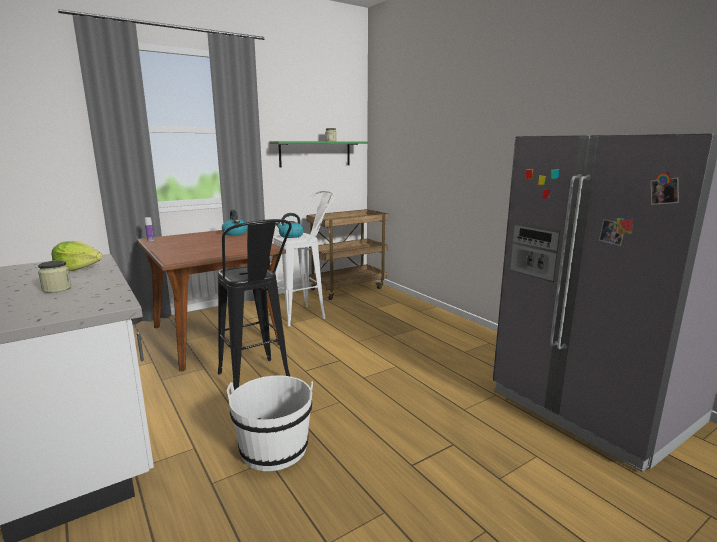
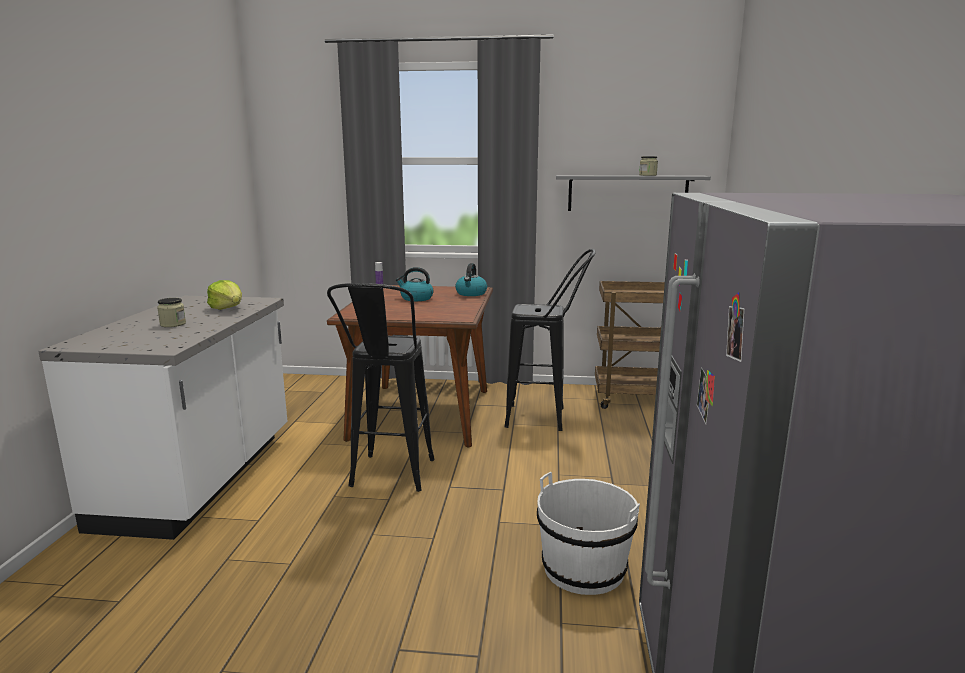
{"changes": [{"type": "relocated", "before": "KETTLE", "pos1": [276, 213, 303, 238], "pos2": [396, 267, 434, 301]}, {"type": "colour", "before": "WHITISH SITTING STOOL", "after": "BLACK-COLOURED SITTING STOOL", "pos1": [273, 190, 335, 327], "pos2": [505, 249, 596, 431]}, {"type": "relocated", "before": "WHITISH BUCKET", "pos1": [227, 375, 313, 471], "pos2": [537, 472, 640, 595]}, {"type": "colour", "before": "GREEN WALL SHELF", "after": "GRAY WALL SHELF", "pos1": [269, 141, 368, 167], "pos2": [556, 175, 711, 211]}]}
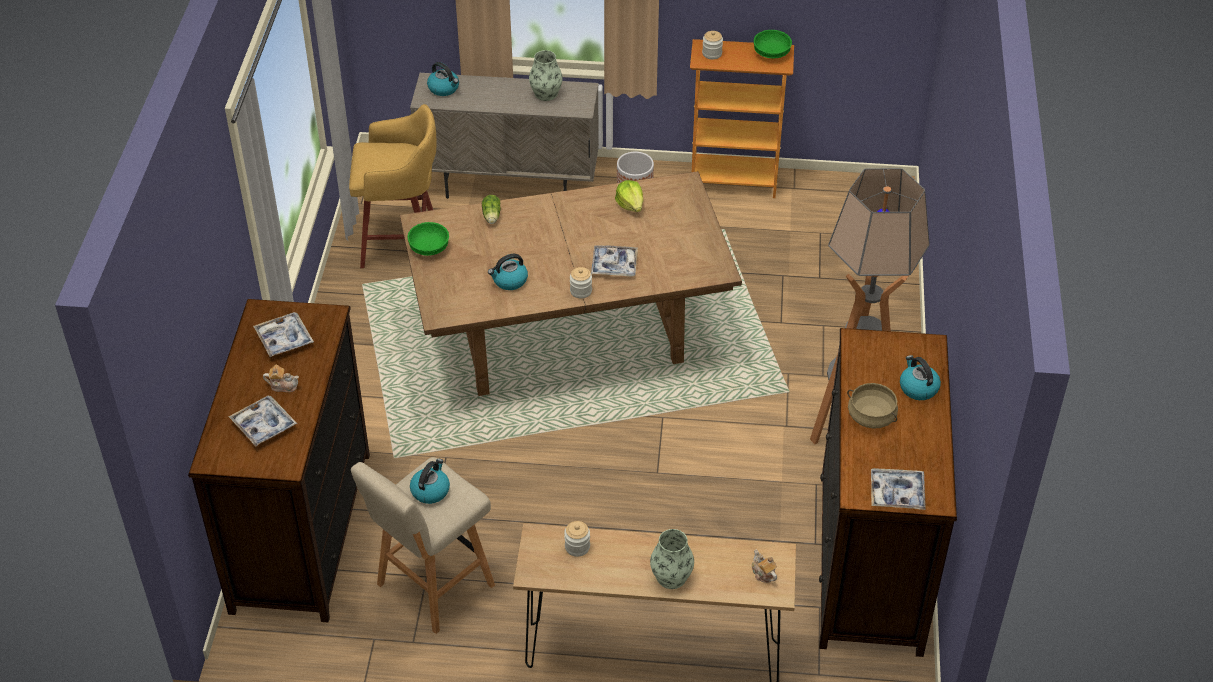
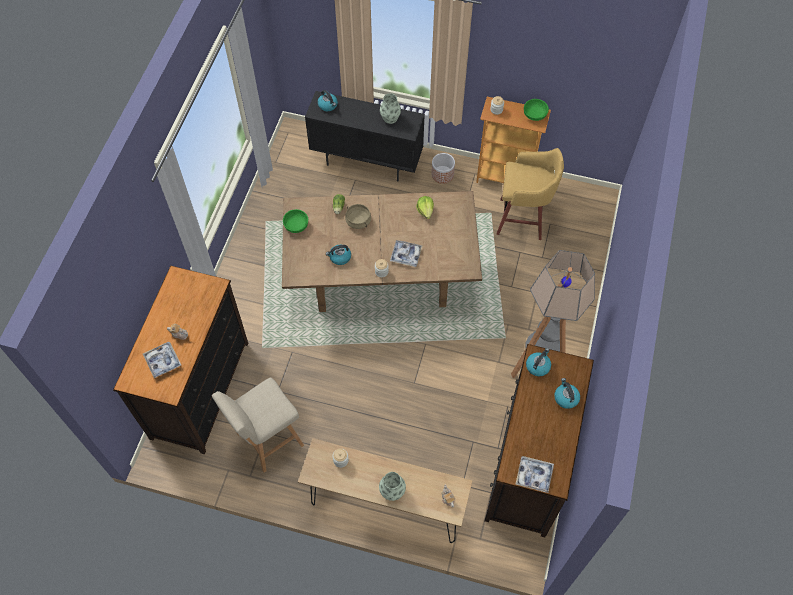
{"changes": [{"type": "colour", "before": "SAND-COLOURED CUPBOARD", "after": "BLACK-COLOURED CUPBOARD", "pos1": [410, 73, 599, 199], "pos2": [305, 91, 425, 182]}, {"type": "relocated", "before": "SAND-COLOURED COOKING POT", "pos1": [847, 383, 898, 429], "pos2": [345, 204, 371, 229]}, {"type": "relocated", "before": "YELLOWISH SITTING STOOL", "pos1": [349, 104, 436, 268], "pos2": [496, 148, 564, 240]}, {"type": "relocated", "before": "KETTLE", "pos1": [410, 459, 450, 504], "pos2": [526, 348, 551, 376]}, {"type": "missing", "before": "TRAY", "pos1": [253, 312, 314, 357]}]}
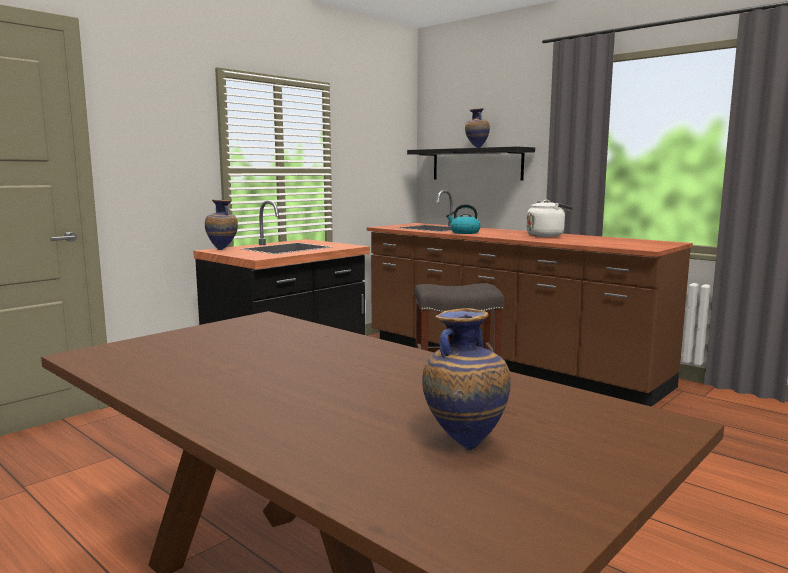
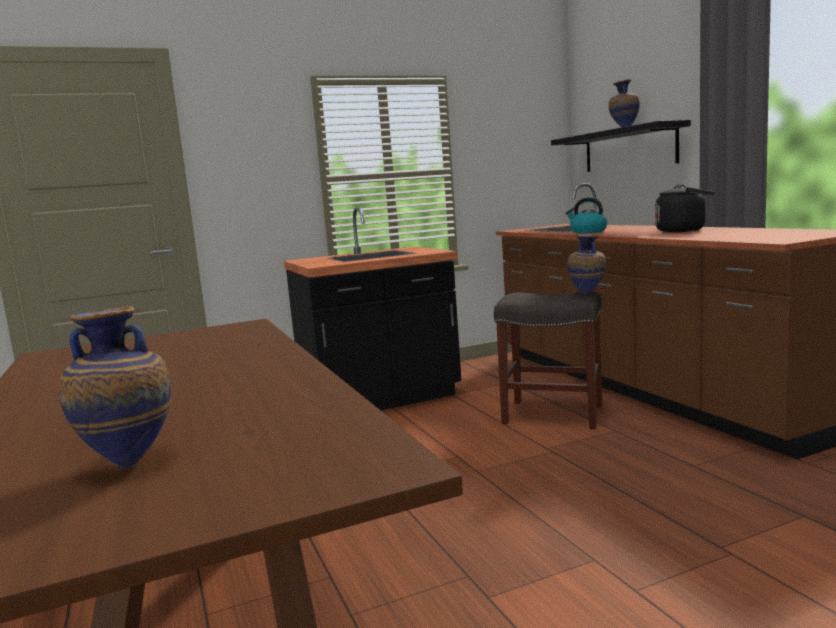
{"changes": [{"type": "relocated", "before": "DECORATIVE VASE", "pos1": [205, 199, 238, 250], "pos2": [567, 235, 606, 294]}, {"type": "colour", "before": "WHITISH KETTLE", "after": "BLACK-COLOURED KETTLE", "pos1": [526, 200, 573, 237], "pos2": [655, 184, 714, 232]}]}
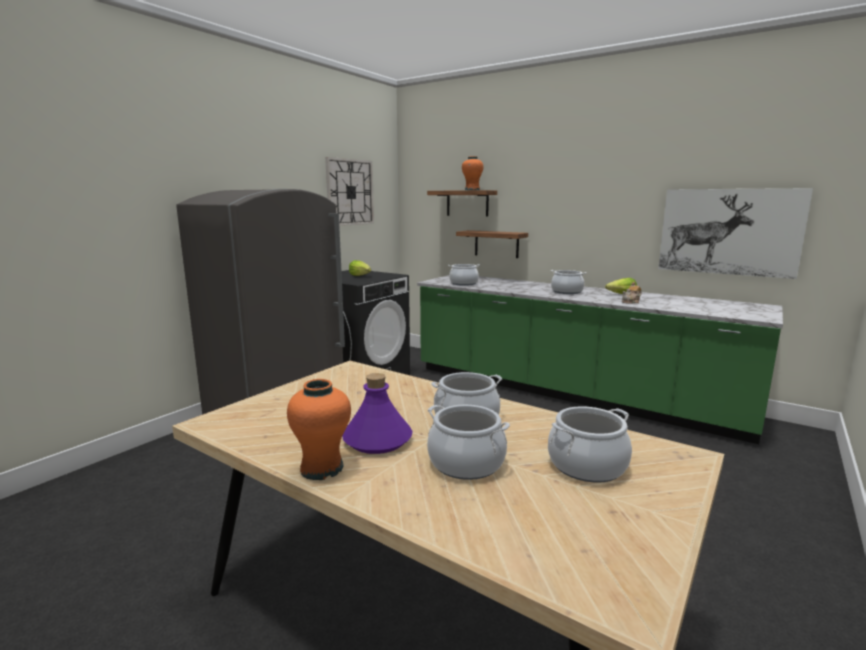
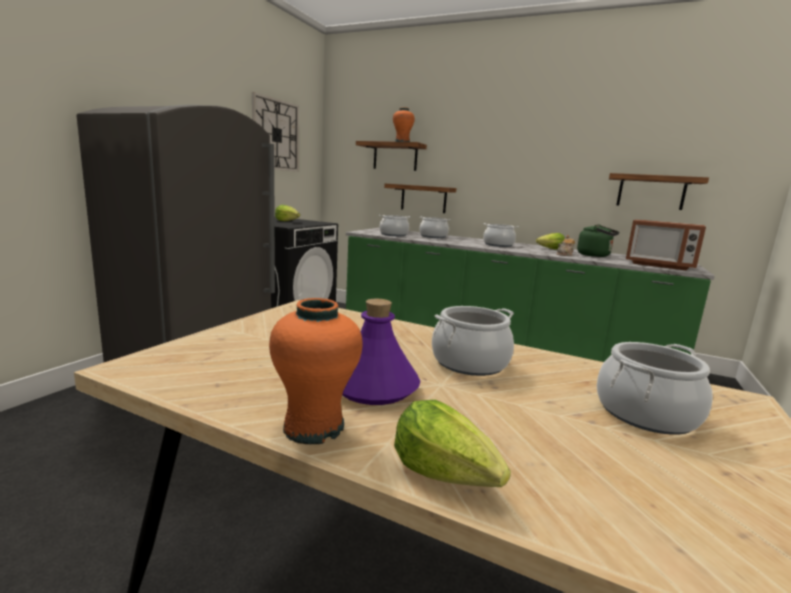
{"changes": [{"type": "appeared", "after": "HEAD OF LETTUCE", "pos2": [394, 400, 511, 487]}, {"type": "relocated", "before": "COOKING POT", "pos1": [427, 405, 510, 480], "pos2": [419, 216, 451, 238]}, {"type": "appeared", "after": "GREEN KETTLE", "pos2": [577, 224, 619, 257]}, {"type": "exchanged", "before": "PICTURE", "after": "WALL SHELF", "pos1": [658, 188, 813, 279], "pos2": [609, 173, 709, 210]}, {"type": "appeared", "after": "MICROWAVE", "pos2": [626, 219, 706, 270]}]}
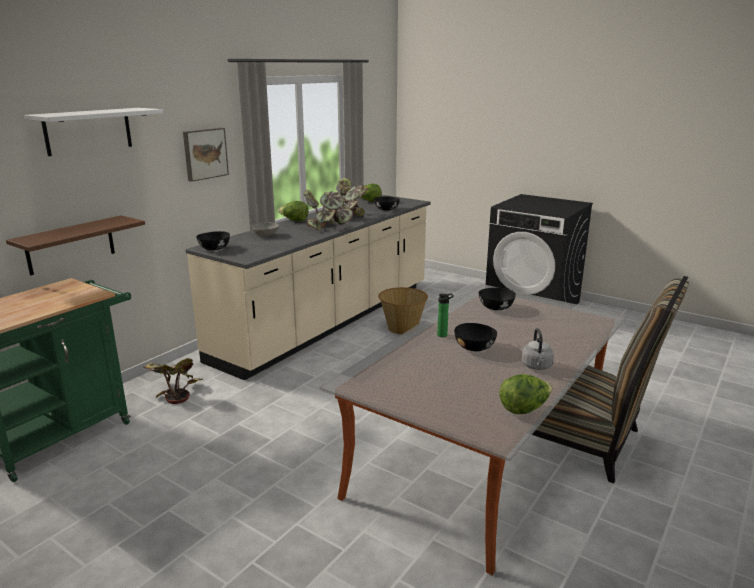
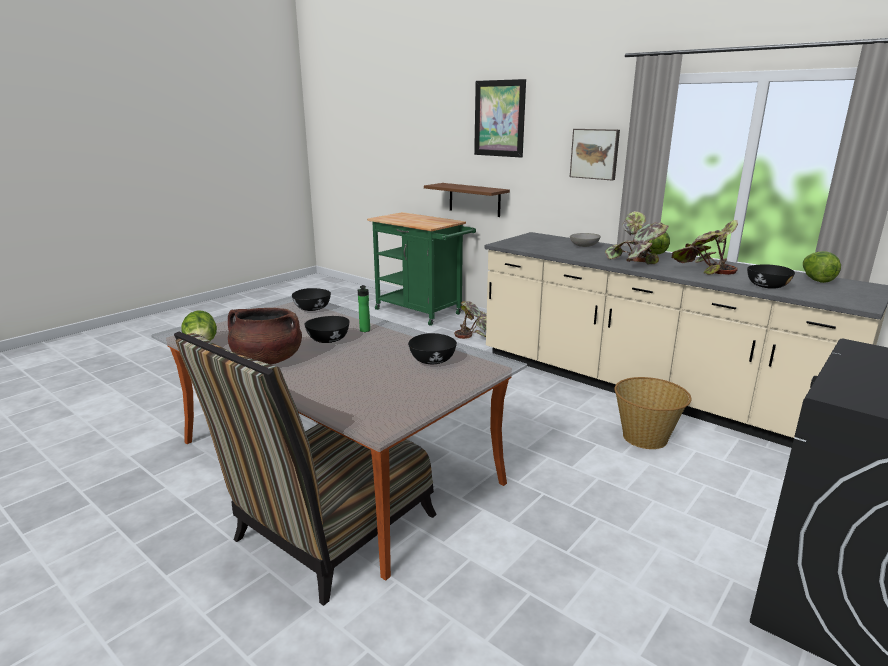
{"changes": [{"type": "exchanged", "before": "GRAY KETTLE", "after": "BROWNISH COOKING POT", "pos1": [521, 328, 554, 370], "pos2": [228, 308, 302, 365]}, {"type": "relocated", "before": "BLACK-COLOURED BOWL", "pos1": [196, 231, 230, 250], "pos2": [292, 288, 331, 311]}, {"type": "exchanged", "before": "WHITISH WALL SHELF", "after": "PICTURE", "pos1": [24, 108, 164, 156], "pos2": [474, 79, 526, 158]}]}
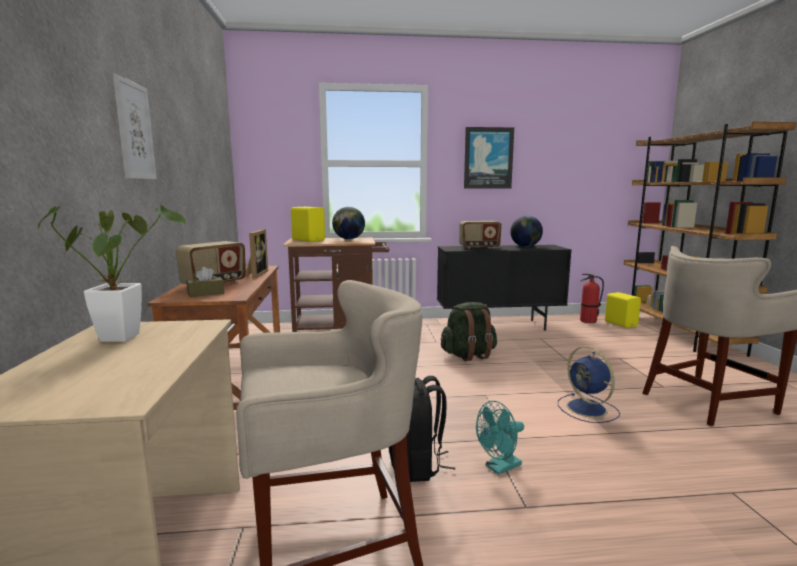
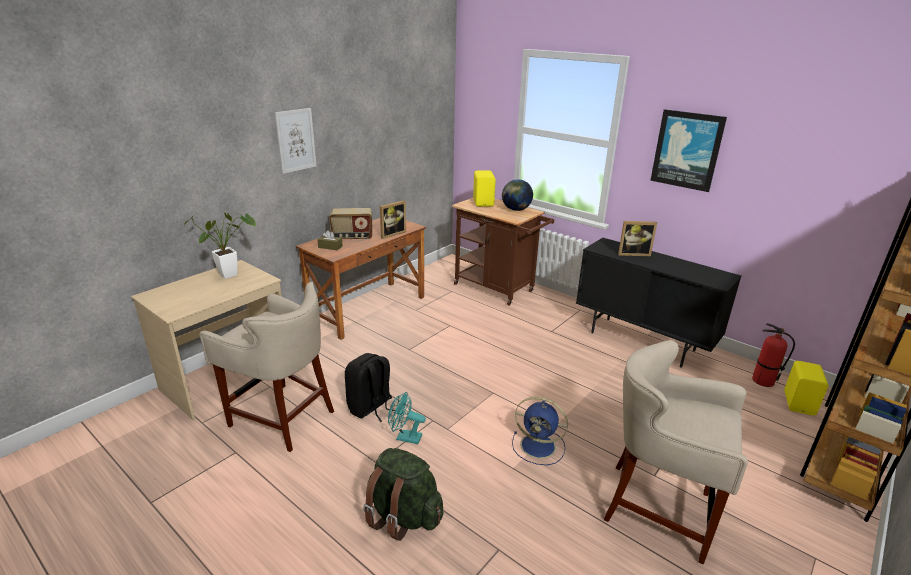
{"changes": [{"type": "relocated", "before": "GREEN RUCKSACK", "pos1": [440, 302, 497, 361], "pos2": [363, 448, 443, 541]}, {"type": "spun", "before": "BLUE-COLOURED COOLING FAN", "pos1": [558, 346, 620, 423], "pos2": [512, 397, 568, 465], "turn": -90}, {"type": "exchanged", "before": "RADIO RECEIVER", "after": "PHOTO FRAME", "pos1": [459, 221, 502, 249], "pos2": [618, 221, 657, 256]}, {"type": "missing", "before": "GLOBE", "pos1": [510, 216, 543, 247]}]}
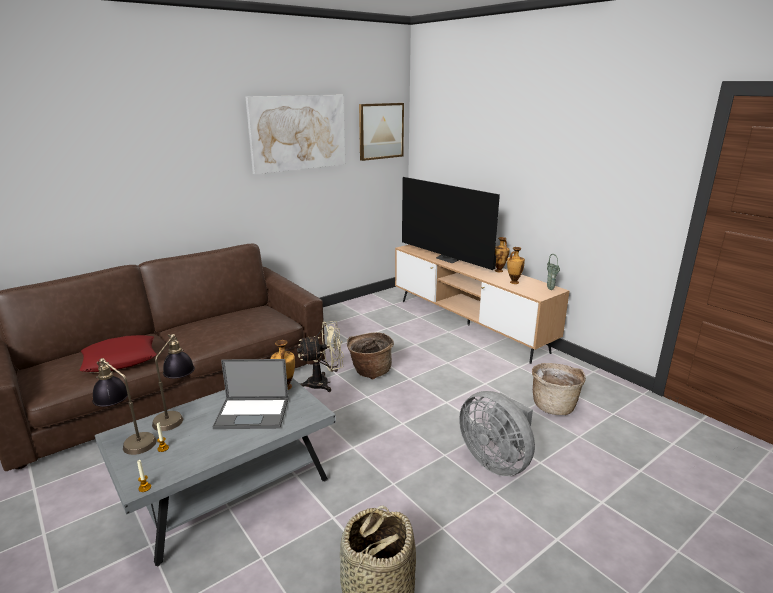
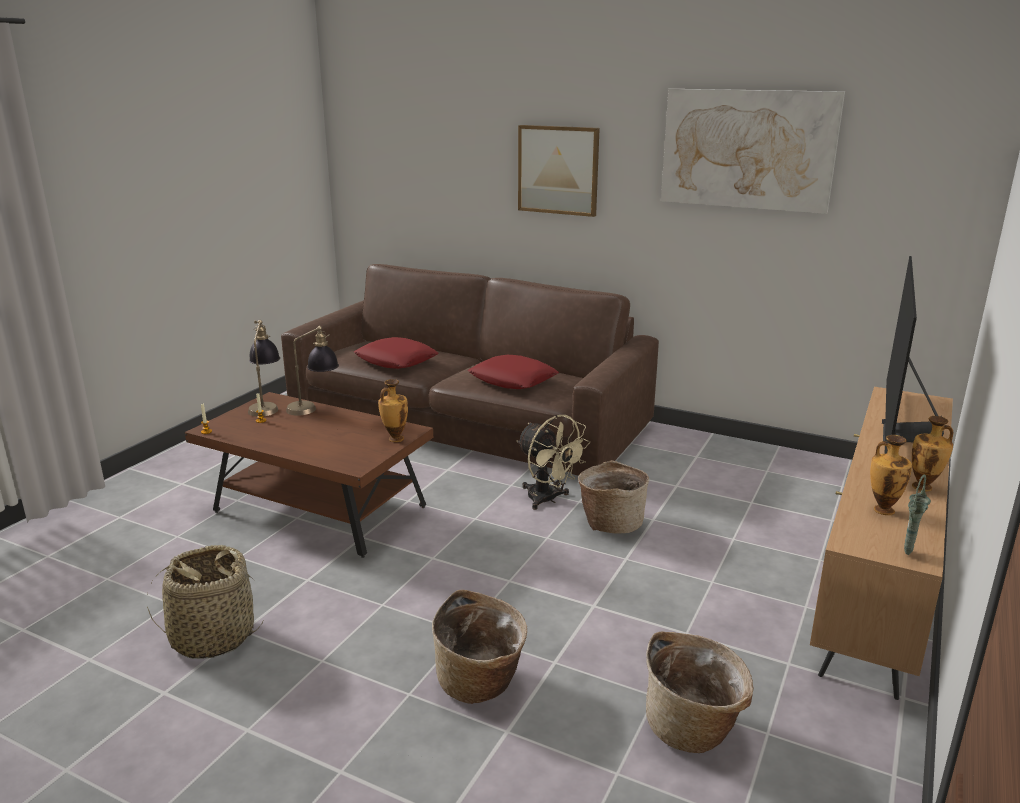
{"changes": [{"type": "colour", "before": "GRAY LOUNGE TABLE", "after": "BROWNISH LOUNGE TABLE", "pos1": [95, 378, 336, 566], "pos2": [185, 392, 433, 558]}, {"type": "exchanged", "before": "GRAY COOLING FAN", "after": "STORAGE BASKET", "pos1": [459, 391, 535, 476], "pos2": [432, 590, 527, 704]}, {"type": "appeared", "after": "RED-COLOURED PILLOW", "pos2": [468, 355, 559, 389]}, {"type": "relocated", "before": "PICTURE", "pos1": [359, 103, 404, 161], "pos2": [518, 125, 600, 217]}, {"type": "missing", "before": "PORTABLE COMPUTER", "pos1": [212, 359, 289, 429]}]}
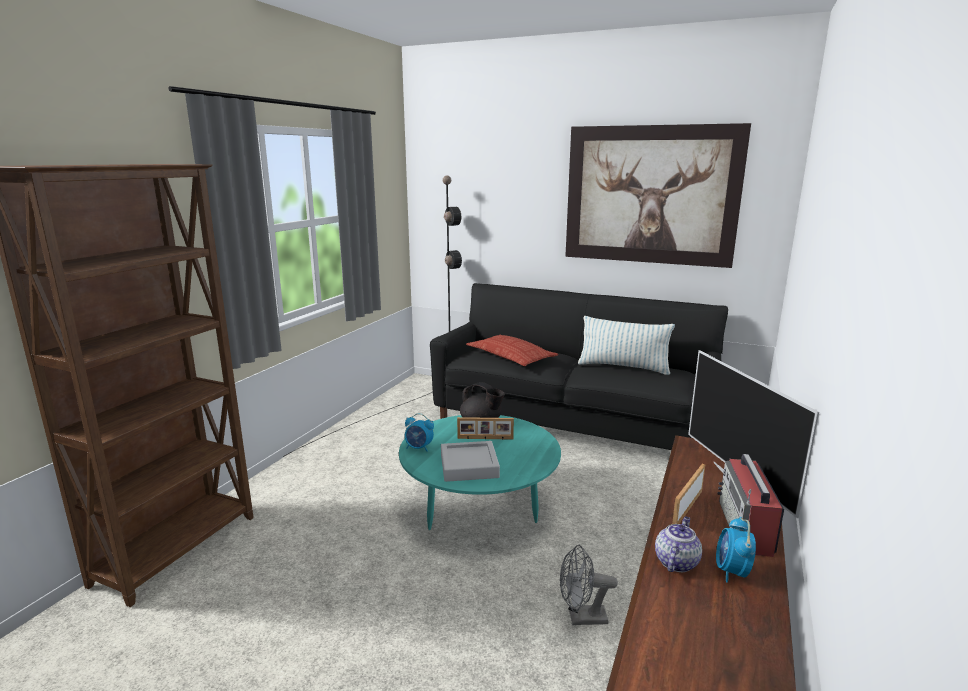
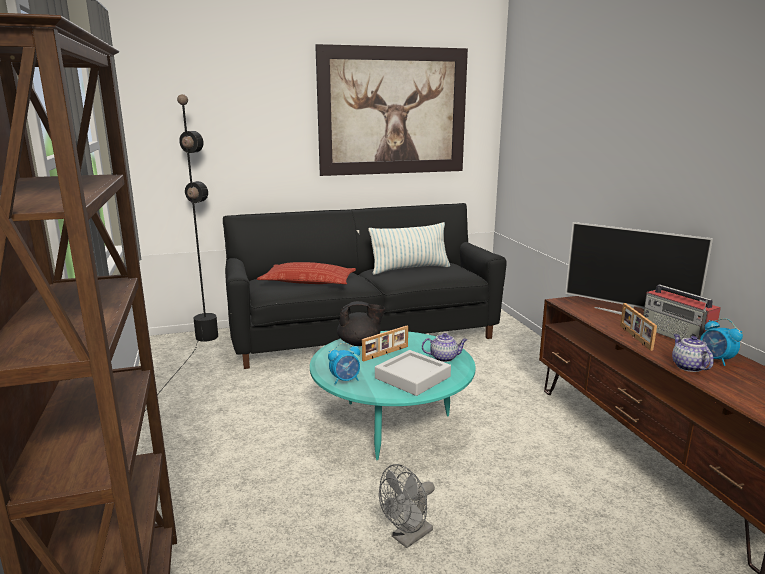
{"changes": [{"type": "relocated", "before": "GRAY COOLING FAN", "pos1": [560, 545, 618, 625], "pos2": [379, 464, 435, 548]}, {"type": "appeared", "after": "POT FOR TEA", "pos2": [422, 333, 467, 362]}]}
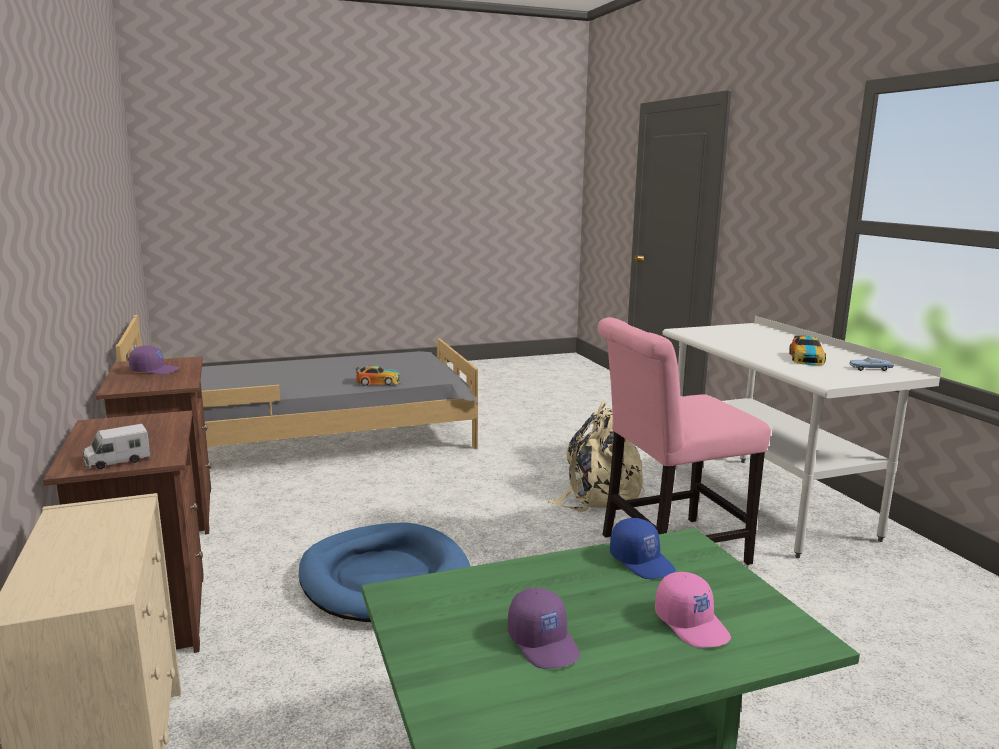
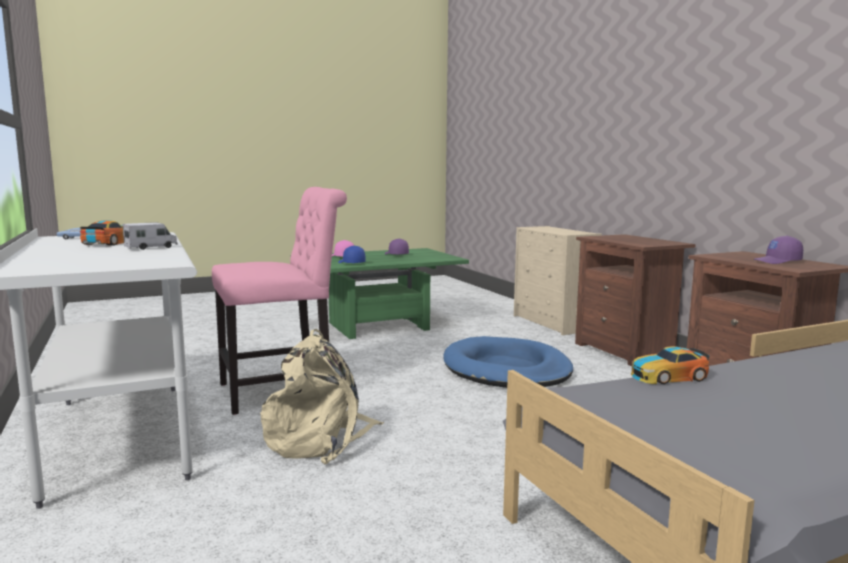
{"changes": [{"type": "relocated", "before": "TOY TRUCK", "pos1": [83, 424, 151, 469], "pos2": [123, 222, 178, 250]}]}
